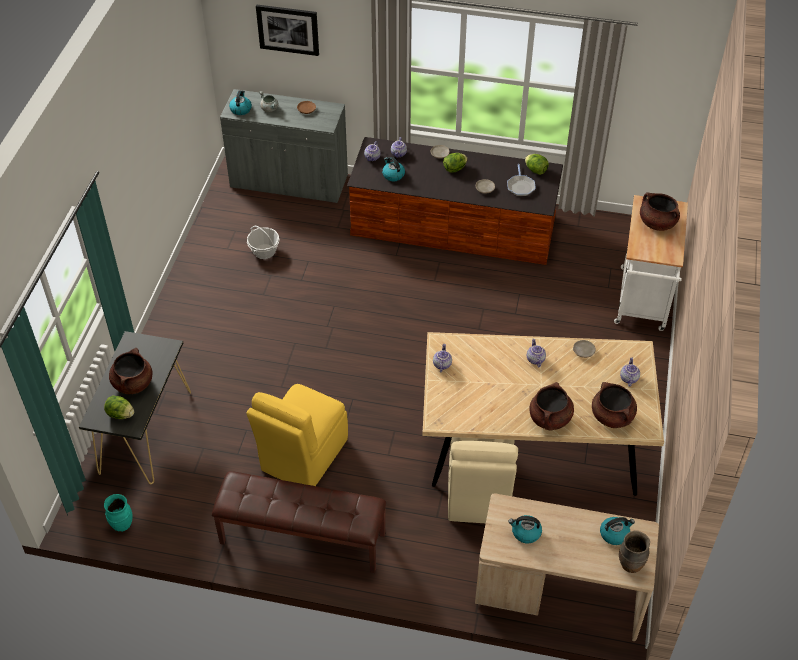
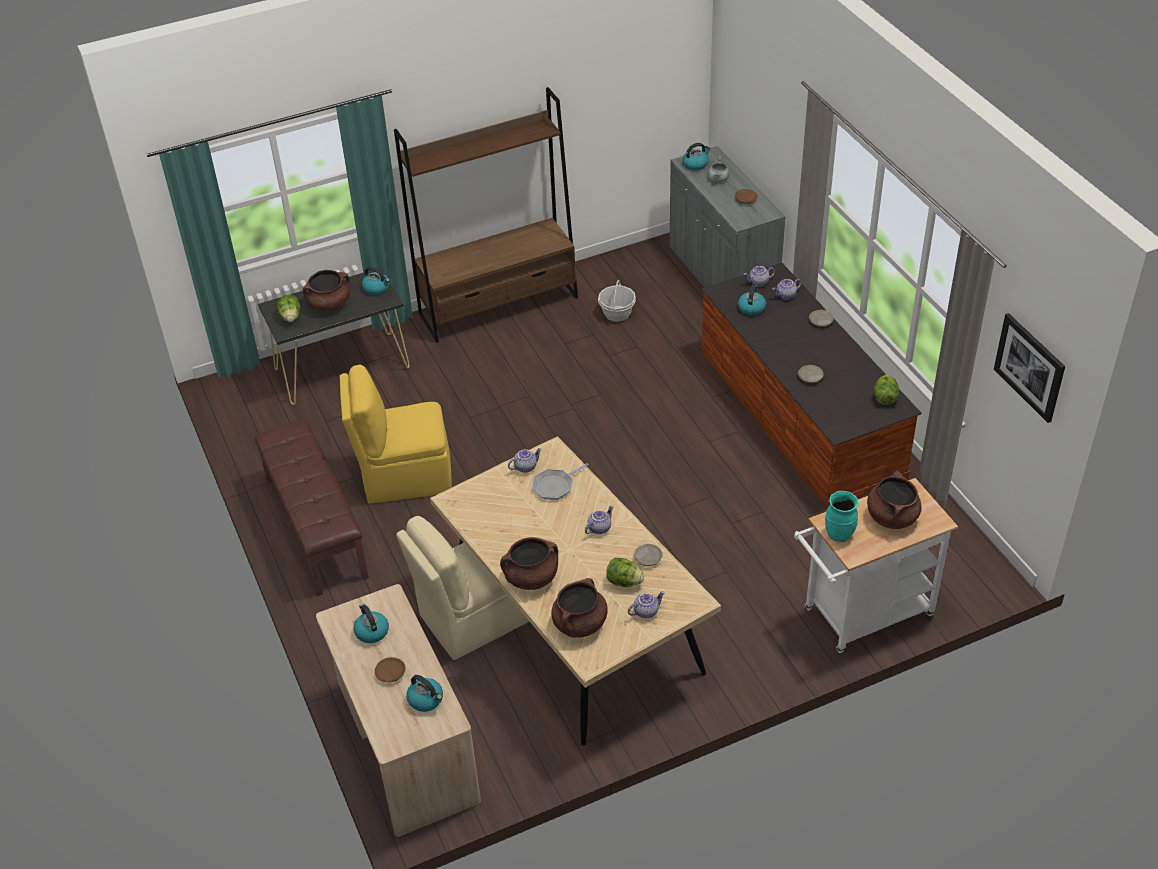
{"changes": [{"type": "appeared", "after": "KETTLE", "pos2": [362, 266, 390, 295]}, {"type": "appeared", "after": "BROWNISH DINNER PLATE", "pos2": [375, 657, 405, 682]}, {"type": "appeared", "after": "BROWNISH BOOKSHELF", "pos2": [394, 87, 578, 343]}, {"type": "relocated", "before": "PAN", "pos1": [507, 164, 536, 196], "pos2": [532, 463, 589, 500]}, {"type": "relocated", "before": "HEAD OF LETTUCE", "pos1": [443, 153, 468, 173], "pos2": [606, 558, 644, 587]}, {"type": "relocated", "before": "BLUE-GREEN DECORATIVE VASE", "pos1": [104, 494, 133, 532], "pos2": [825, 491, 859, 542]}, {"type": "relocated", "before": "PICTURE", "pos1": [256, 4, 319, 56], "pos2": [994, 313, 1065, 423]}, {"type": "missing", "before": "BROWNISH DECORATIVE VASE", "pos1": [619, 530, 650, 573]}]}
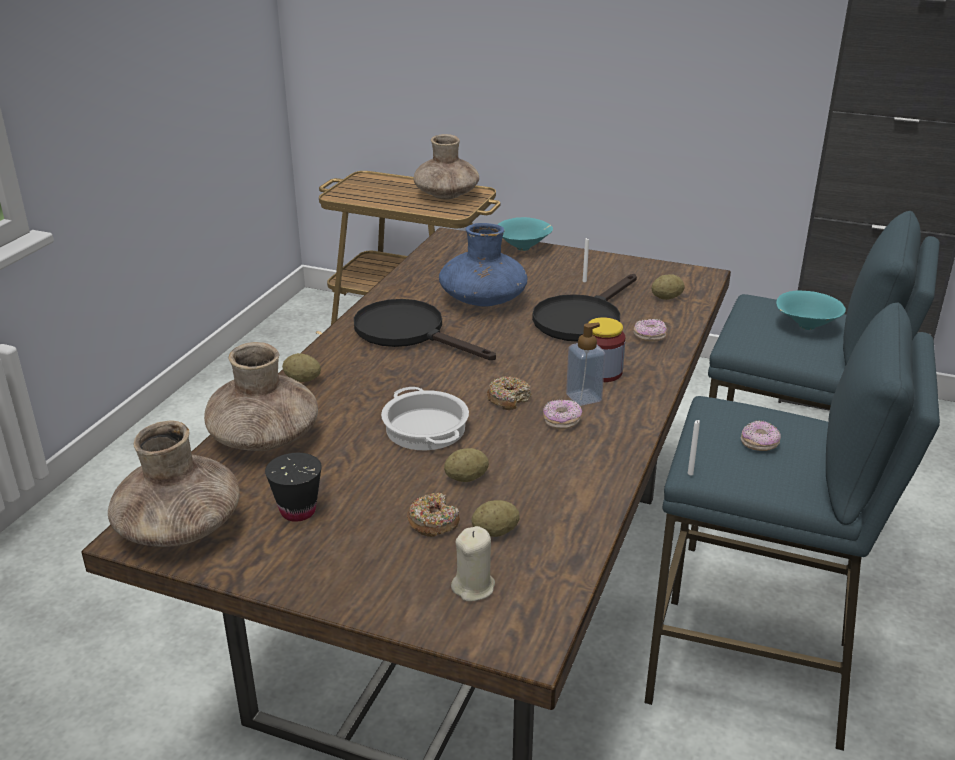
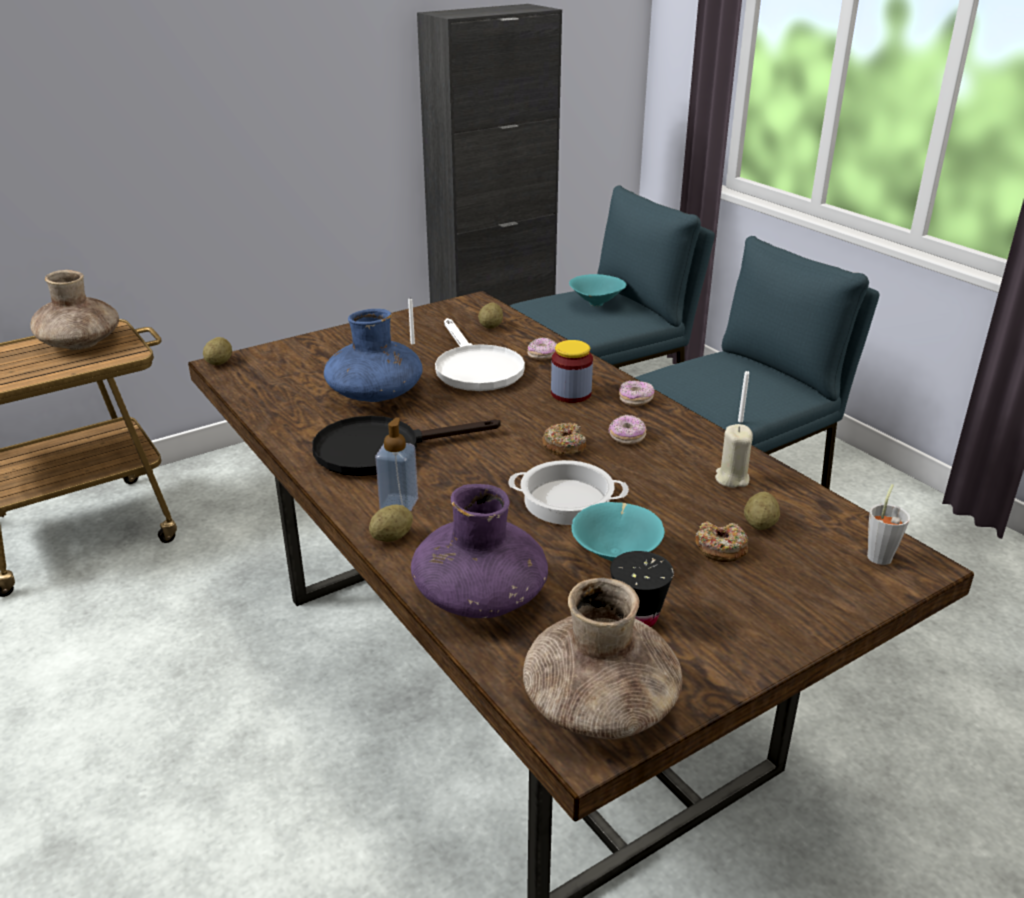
{"changes": [{"type": "relocated", "before": "WHOLE POTATO", "pos1": [444, 448, 489, 482], "pos2": [203, 337, 232, 365]}, {"type": "relocated", "before": "SOAP DISPENSER", "pos1": [566, 323, 605, 406], "pos2": [375, 417, 418, 512]}, {"type": "colour", "before": "BROWNISH DECORATIVE VASE", "after": "PURPLE-COLOURED DECORATIVE VASE", "pos1": [204, 342, 318, 451], "pos2": [411, 484, 548, 618]}, {"type": "colour", "before": "BLACK-COLOURED PAN", "after": "WHITISH PAN", "pos1": [532, 274, 637, 342], "pos2": [435, 318, 525, 391]}, {"type": "relocated", "before": "BLUE-GREEN BOWL", "pos1": [497, 217, 553, 251], "pos2": [571, 502, 665, 562]}, {"type": "relocated", "before": "RING DOUGHNUT", "pos1": [741, 420, 781, 451], "pos2": [619, 380, 654, 406]}, {"type": "relocated", "before": "SAND-COLOURED CANDLE", "pos1": [451, 526, 495, 602], "pos2": [715, 424, 753, 488]}, {"type": "appeared", "after": "GRAY SMALL CUP", "pos2": [867, 484, 910, 565]}]}
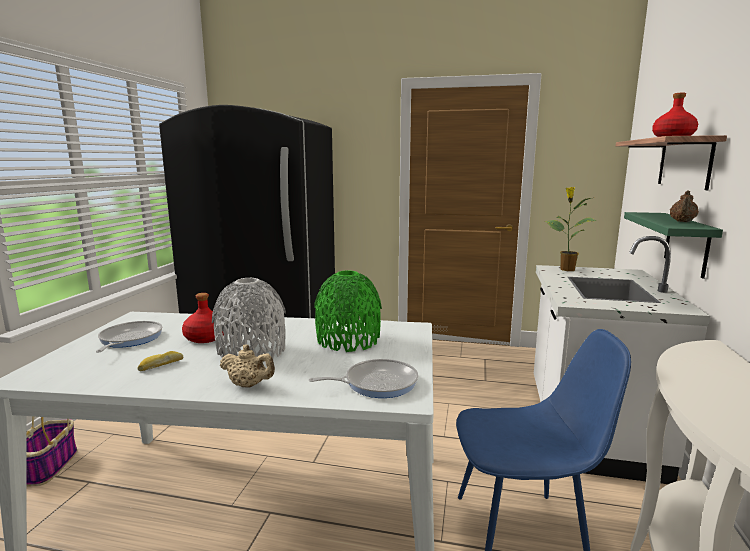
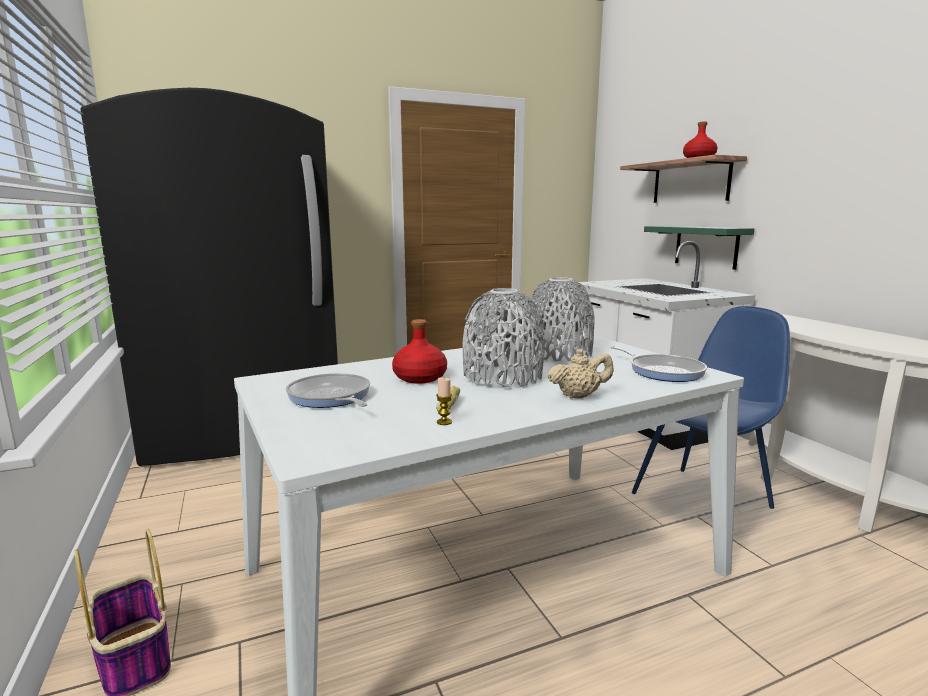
{"changes": [{"type": "appeared", "after": "CANDLE", "pos2": [436, 377, 452, 425]}, {"type": "colour", "before": "GREEN DECORATIVE VASE", "after": "GRAY DECORATIVE VASE", "pos1": [314, 270, 382, 352], "pos2": [531, 277, 595, 361]}, {"type": "spun", "before": "PAN", "pos1": [309, 359, 418, 398], "pos2": [610, 346, 707, 382], "turn": 105}, {"type": "missing", "before": "POTTED PLANT", "pos1": [545, 187, 597, 271]}, {"type": "missing", "before": "BROWNISH POT FOR TEA", "pos1": [670, 190, 699, 222]}]}
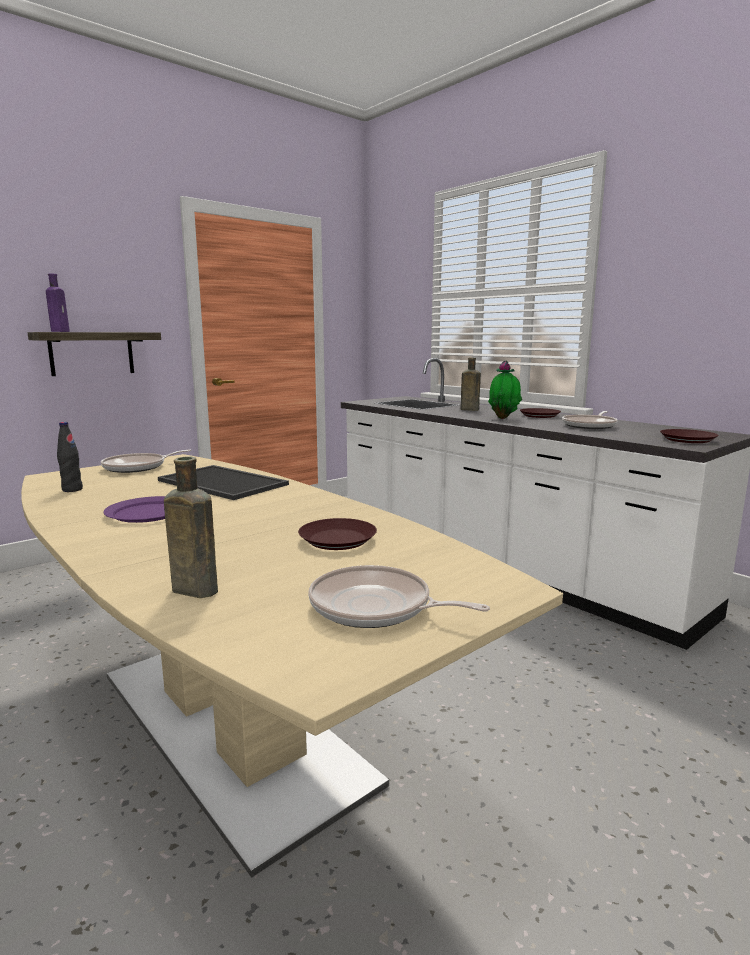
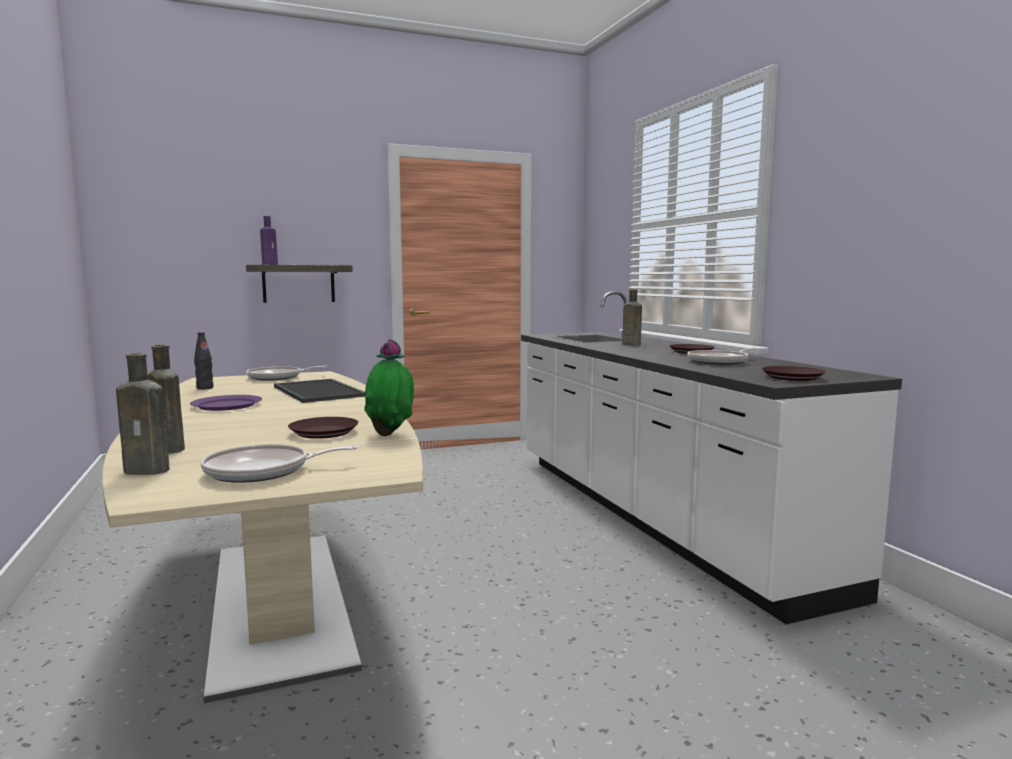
{"changes": [{"type": "appeared", "after": "BROWNISH BOTTLE", "pos2": [116, 353, 169, 475]}, {"type": "spun", "before": "PAN", "pos1": [308, 565, 490, 628], "pos2": [201, 444, 358, 483], "turn": -60}, {"type": "relocated", "before": "POTTED PLANT", "pos1": [488, 360, 522, 419], "pos2": [364, 339, 414, 436]}]}
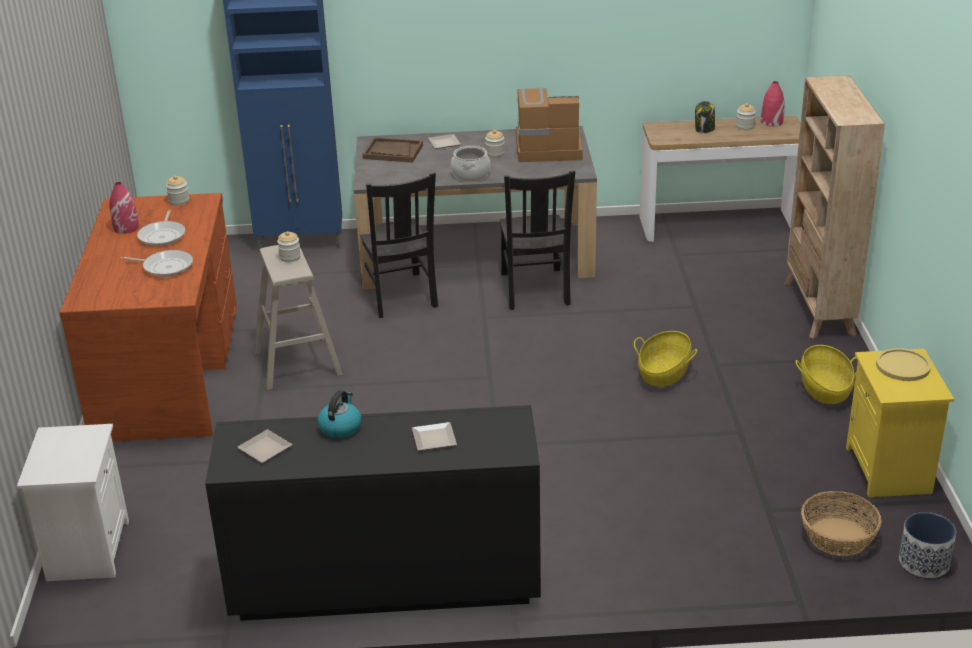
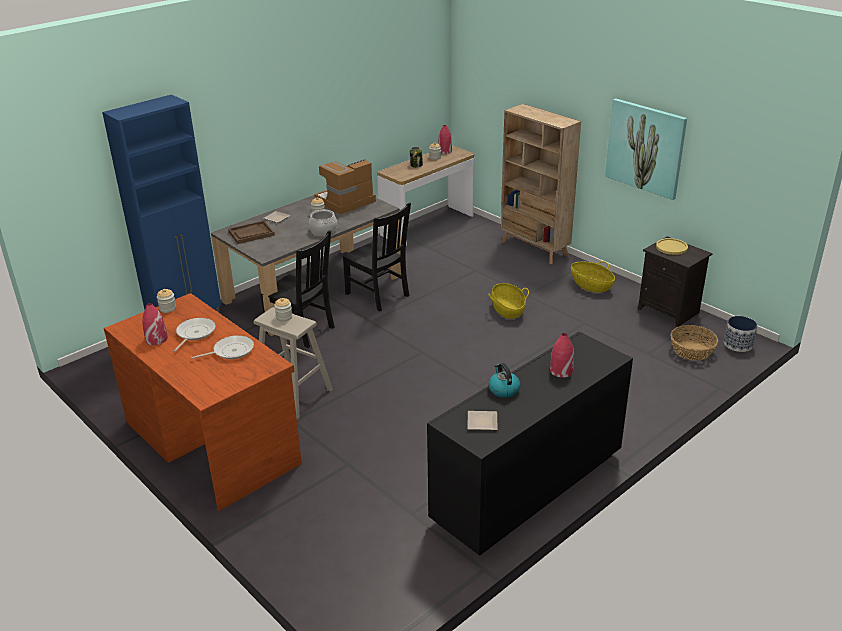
{"changes": [{"type": "spun", "before": "PAN", "pos1": [137, 210, 185, 246], "pos2": [173, 318, 215, 352], "turn": -120}, {"type": "exchanged", "before": "DINNER PLATE", "after": "RED-COLOURED DECORATIVE VASE", "pos1": [412, 422, 457, 451], "pos2": [550, 333, 574, 378]}, {"type": "appeared", "after": "PICTURE", "pos2": [605, 98, 687, 200]}, {"type": "colour", "before": "YELLOWISH NIGHT TABLE", "after": "BLACK-COLOURED NIGHT TABLE", "pos1": [846, 349, 954, 497], "pos2": [638, 236, 713, 327]}, {"type": "missing", "before": "WHITISH NIGHT TABLE", "pos1": [17, 424, 129, 581]}]}
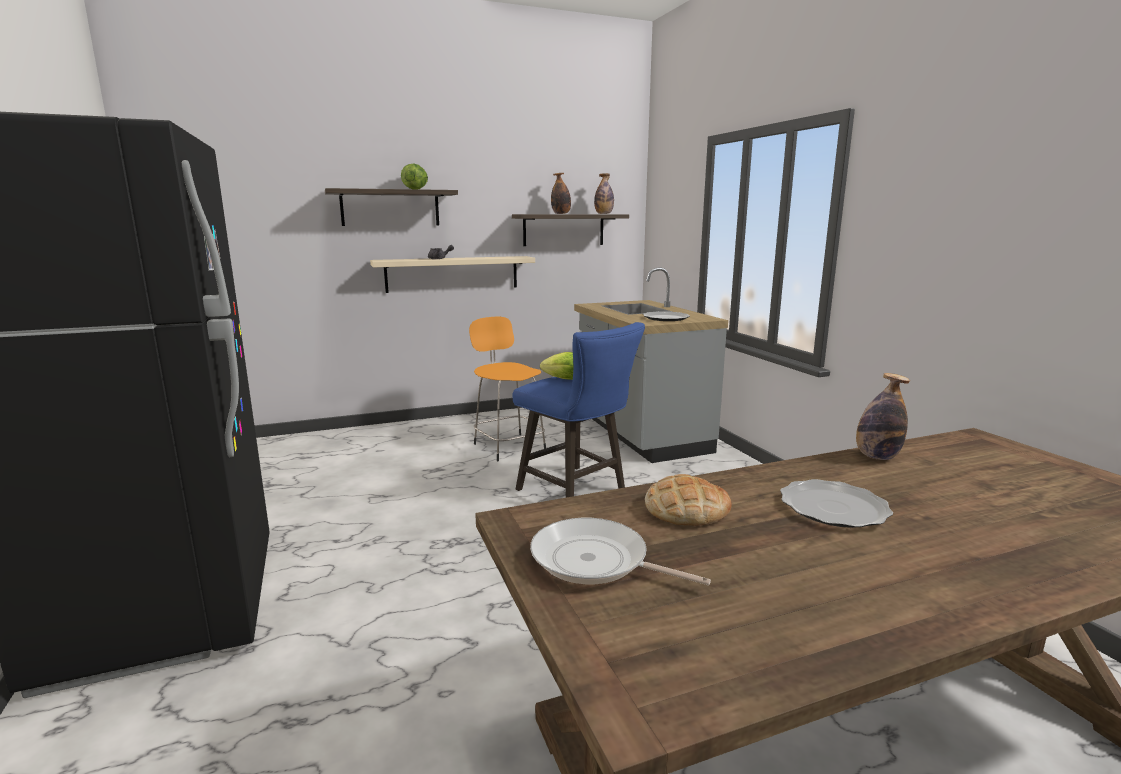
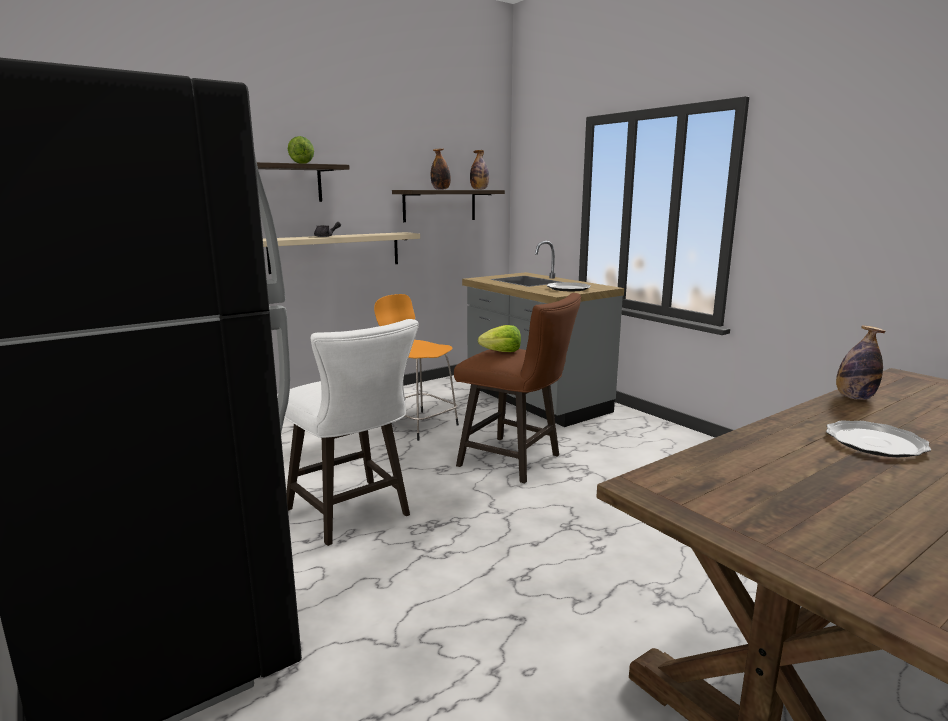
{"changes": [{"type": "appeared", "after": "WHITISH SITTING STOOL", "pos2": [277, 319, 419, 546]}, {"type": "colour", "before": "BLUE-COLOURED SITTING STOOL", "after": "BROWNISH SITTING STOOL", "pos1": [512, 322, 645, 498], "pos2": [454, 293, 581, 483]}, {"type": "missing", "before": "PAN", "pos1": [530, 518, 711, 585]}, {"type": "missing", "before": "BREAD", "pos1": [645, 474, 732, 526]}]}
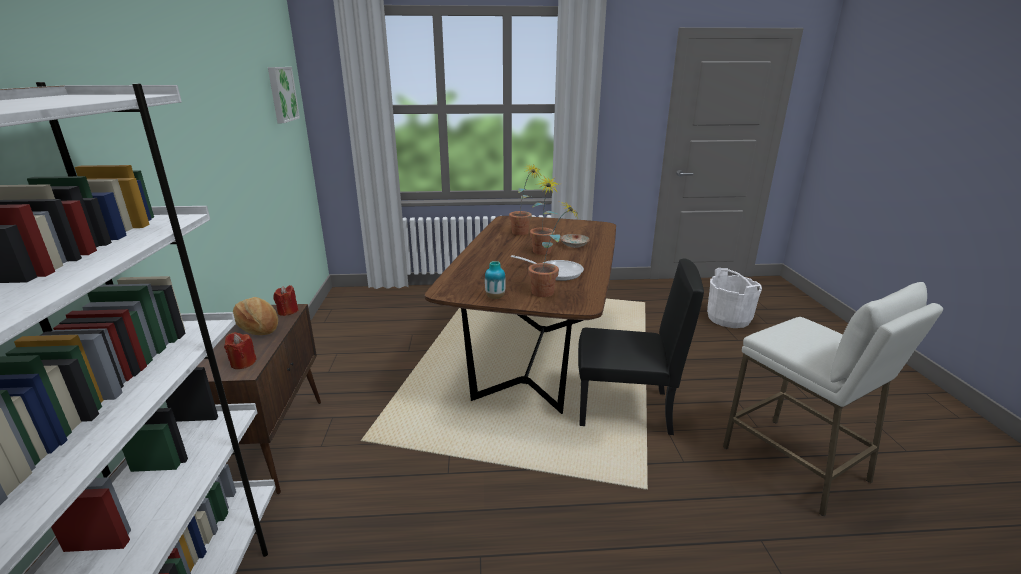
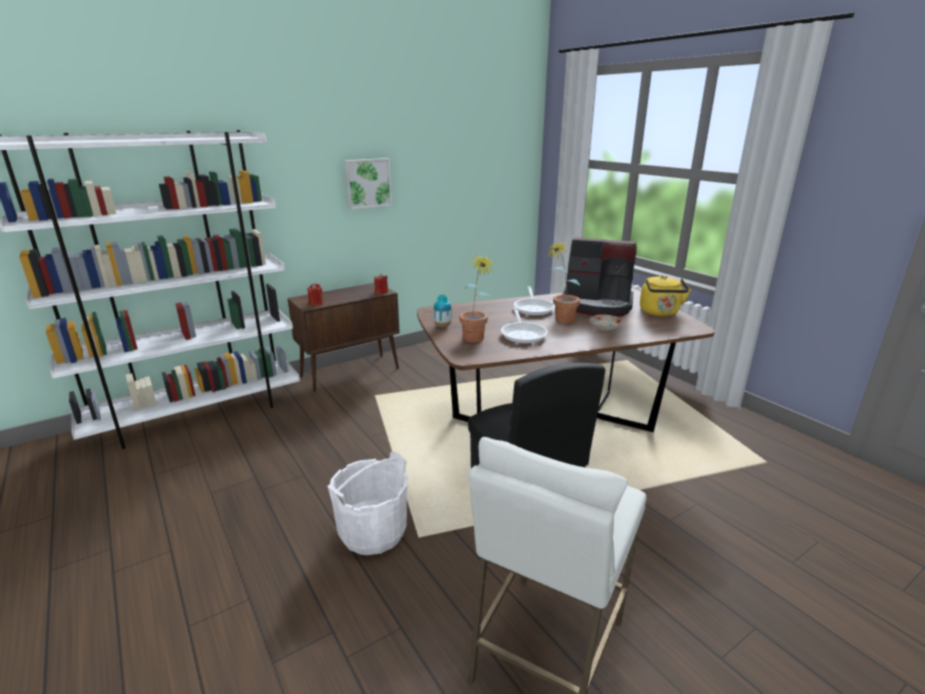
{"changes": [{"type": "relocated", "before": "WHITISH BUCKET", "pos1": [707, 268, 762, 328], "pos2": [327, 452, 408, 555]}, {"type": "relocated", "before": "PICTURE", "pos1": [268, 67, 300, 123], "pos2": [344, 158, 392, 209]}, {"type": "appeared", "after": "PAN", "pos2": [514, 286, 555, 316]}, {"type": "exchanged", "before": "POTTED PLANT", "after": "COFFEE BREWER", "pos1": [509, 163, 543, 235], "pos2": [562, 237, 637, 317]}, {"type": "appeared", "after": "YELLOWISH KETTLE", "pos2": [640, 275, 691, 316]}, {"type": "missing", "before": "BREAD", "pos1": [233, 297, 278, 335]}]}
